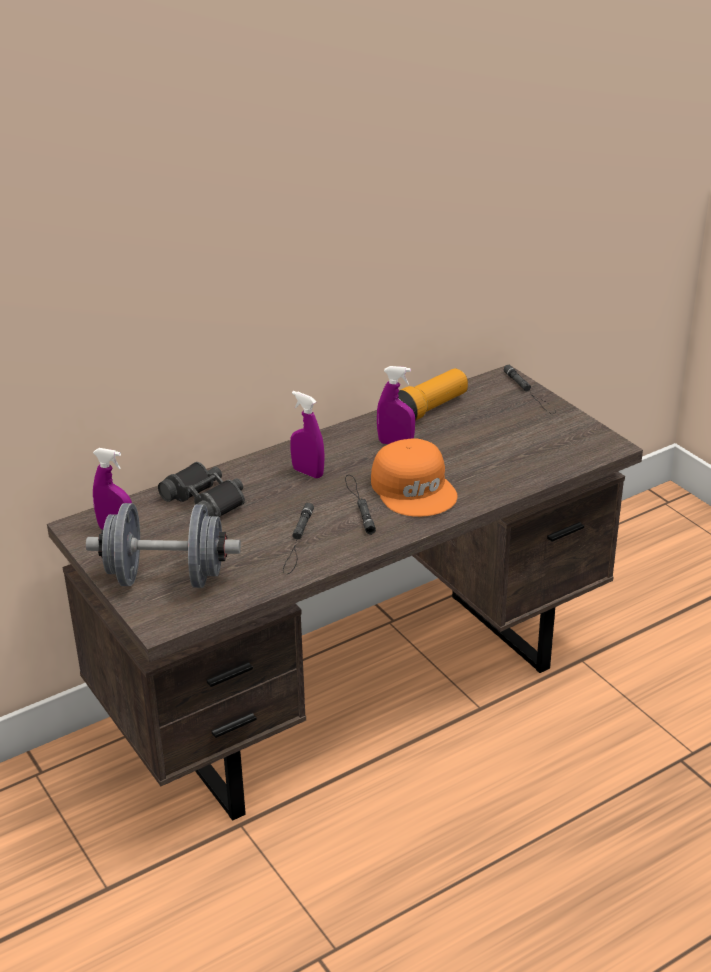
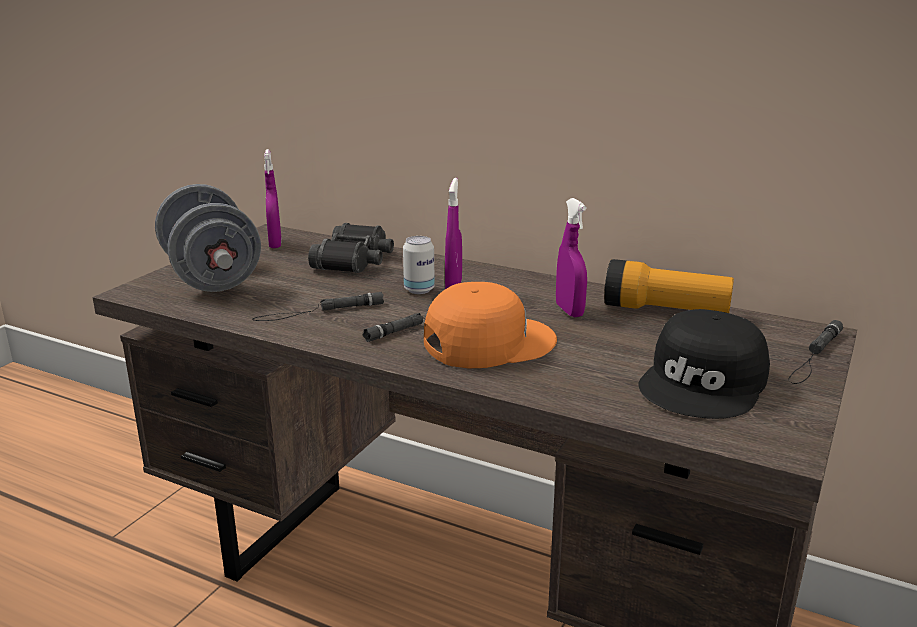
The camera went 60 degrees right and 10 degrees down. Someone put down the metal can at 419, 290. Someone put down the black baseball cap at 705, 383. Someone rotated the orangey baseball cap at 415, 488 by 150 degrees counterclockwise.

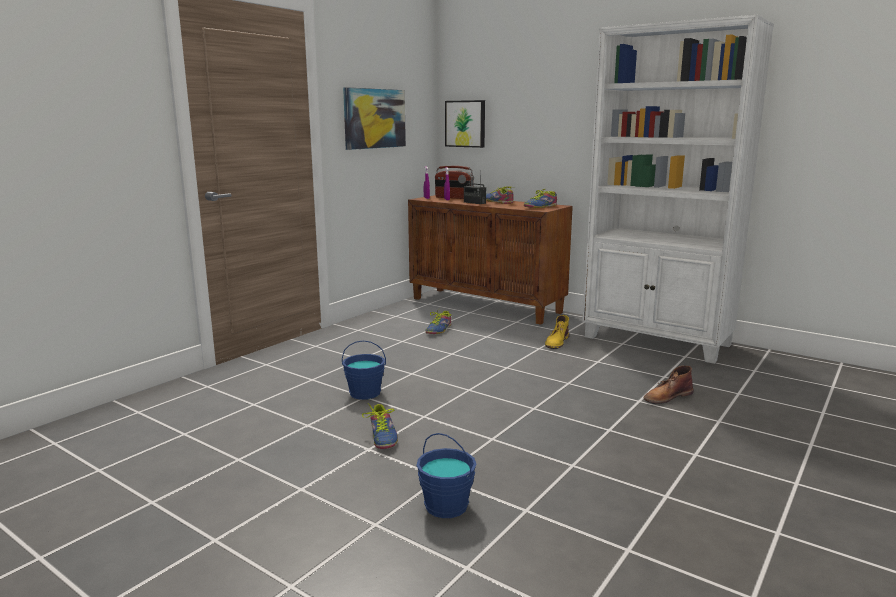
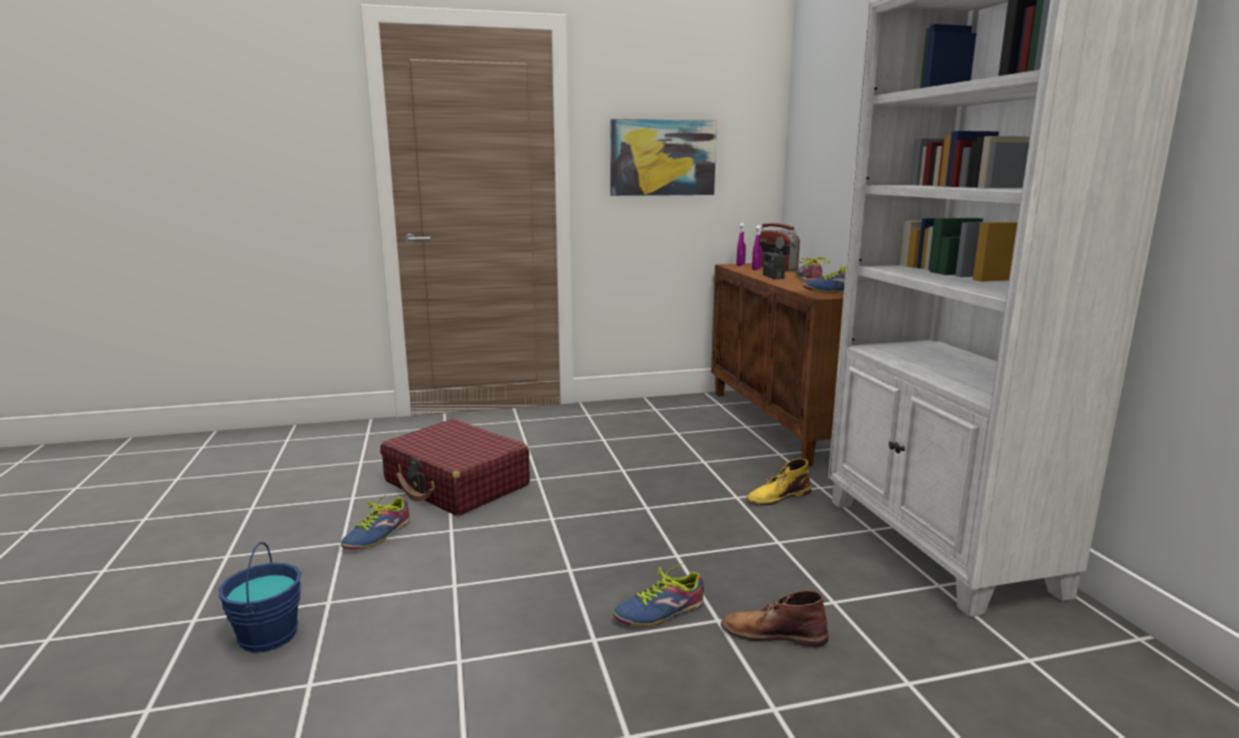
The camera went 40 degrees right and 0 degrees up. Someone took away the wall art at 465, 123. Someone carried the shoe from 439, 329 to 660, 612. Someone swapped the blue-coloured pail at 365, 393 for the reddish suitcase at 456, 484.

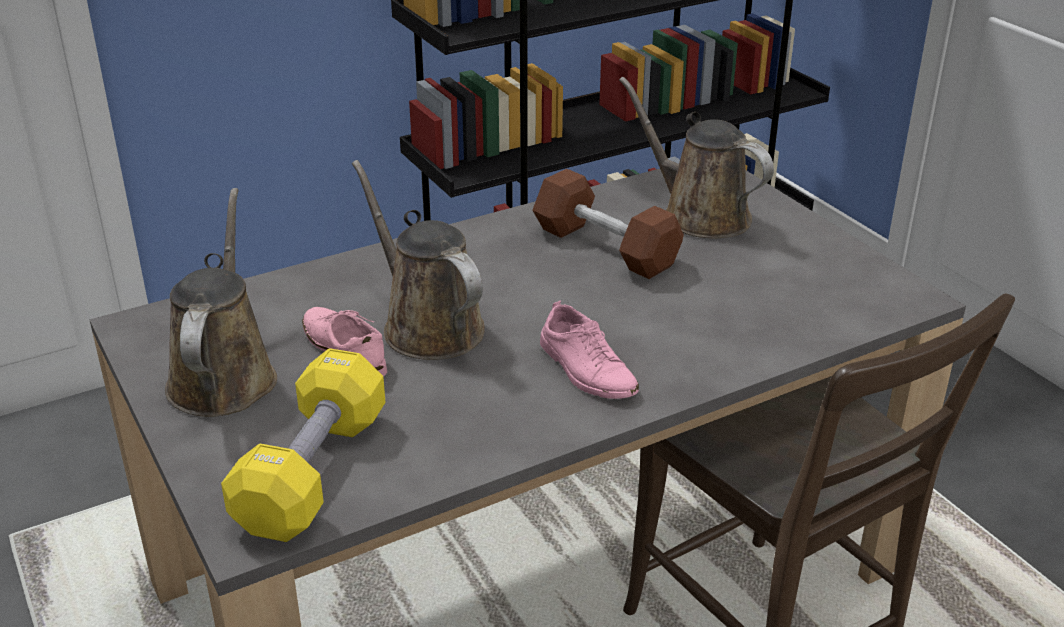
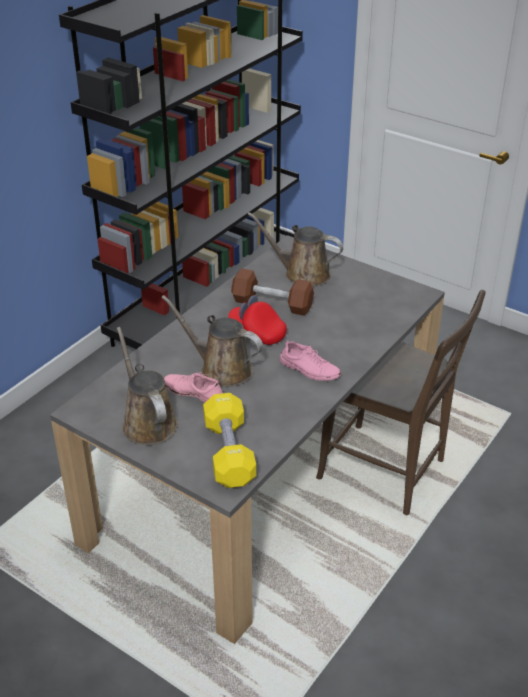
The camera went 25 degrees left and 5 degrees up. Someone put down the reddish baseball cap at 257, 332.

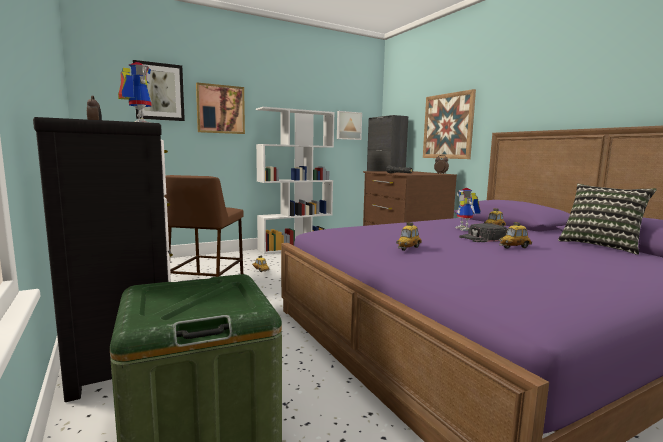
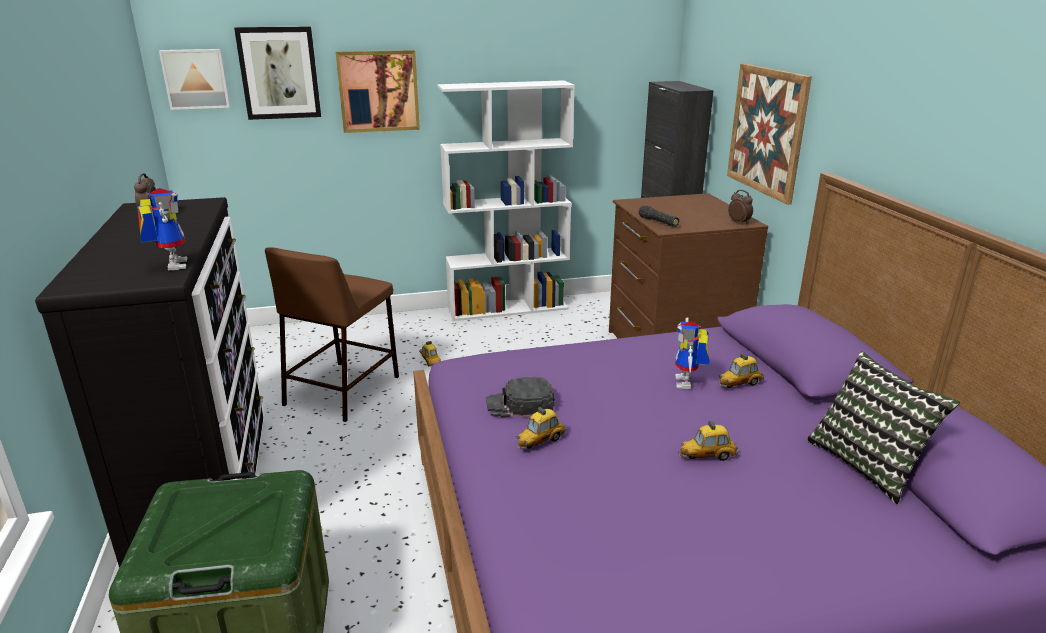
The camera went 15 degrees right and 15 degrees up. Someone carried the wall art from 348, 125 to 196, 79. Someone carried the black baseball cap from 483, 238 to 520, 404.

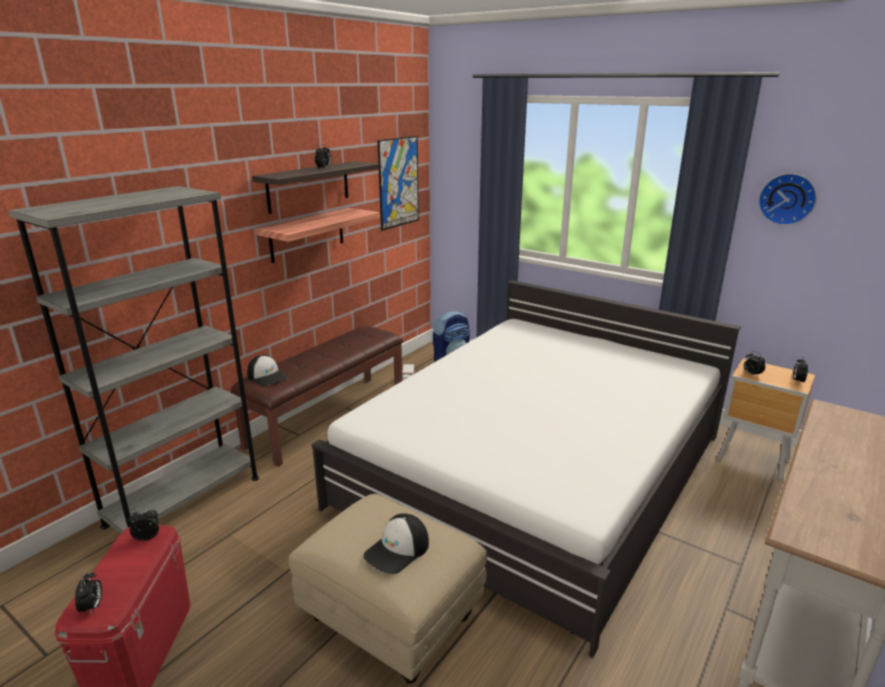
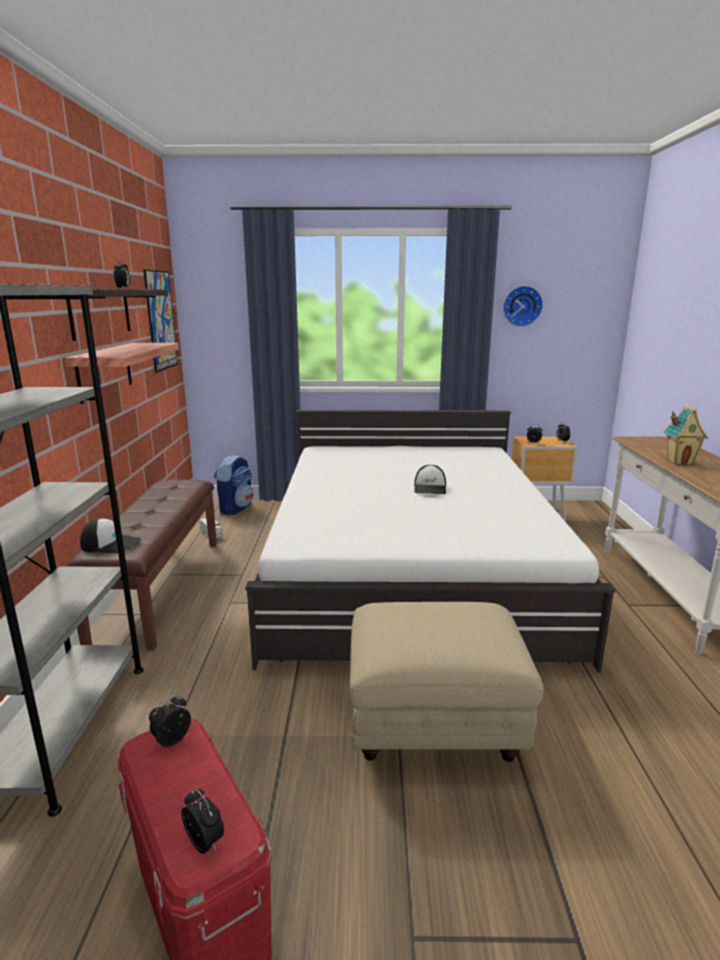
The camera went 35 degrees left and 5 degrees down. Someone put down the miniature house at 680, 461. Someone carried the baseball cap from 397, 550 to 430, 488.

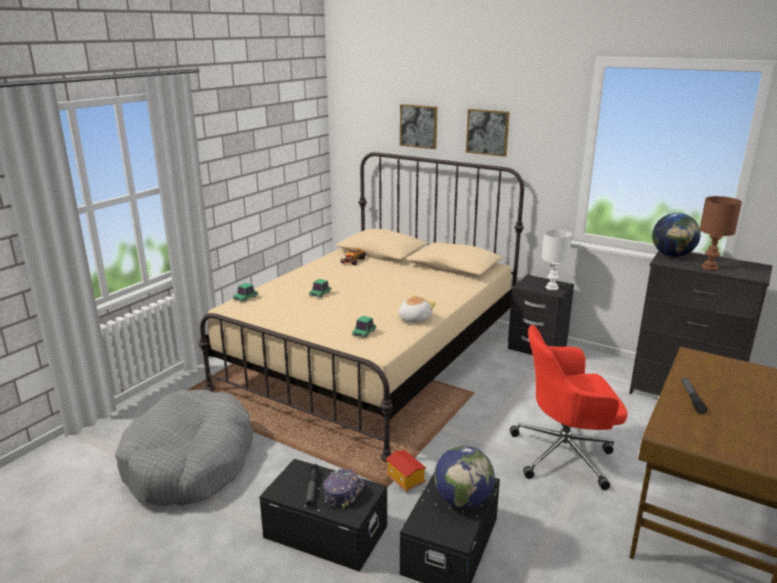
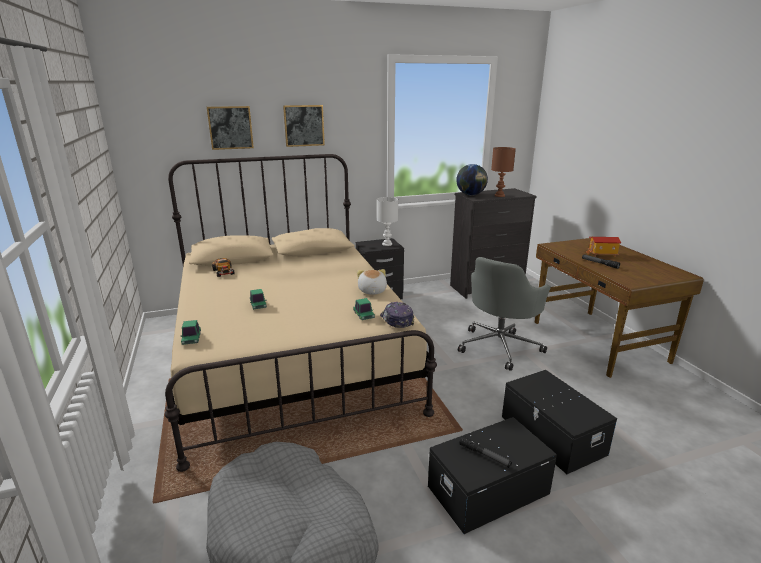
The camera went 50 degrees left and 0 degrees up. Someone took away the globe at 462, 500. Someone carried the baseball cap from 343, 492 to 396, 320. Someone carried the miniature house from 404, 480 to 602, 254. Someone repainted the reddish desk chair at 565, 454, which became the greyish desk chair at 500, 346.

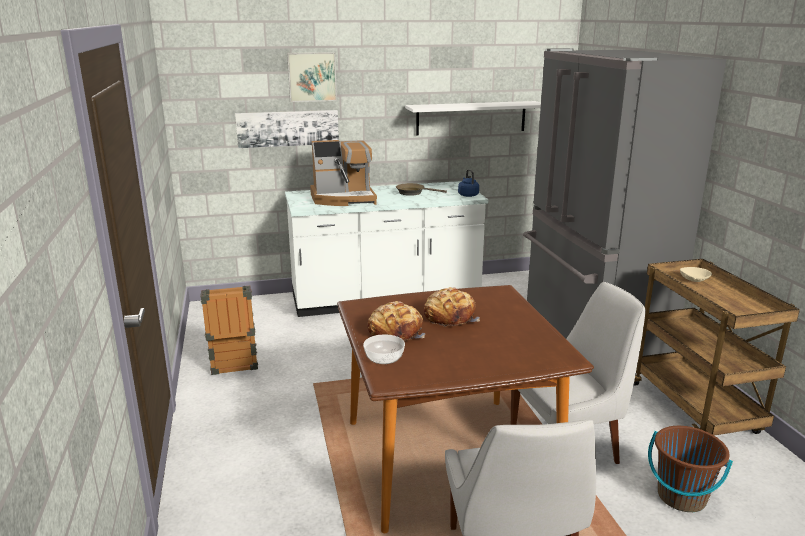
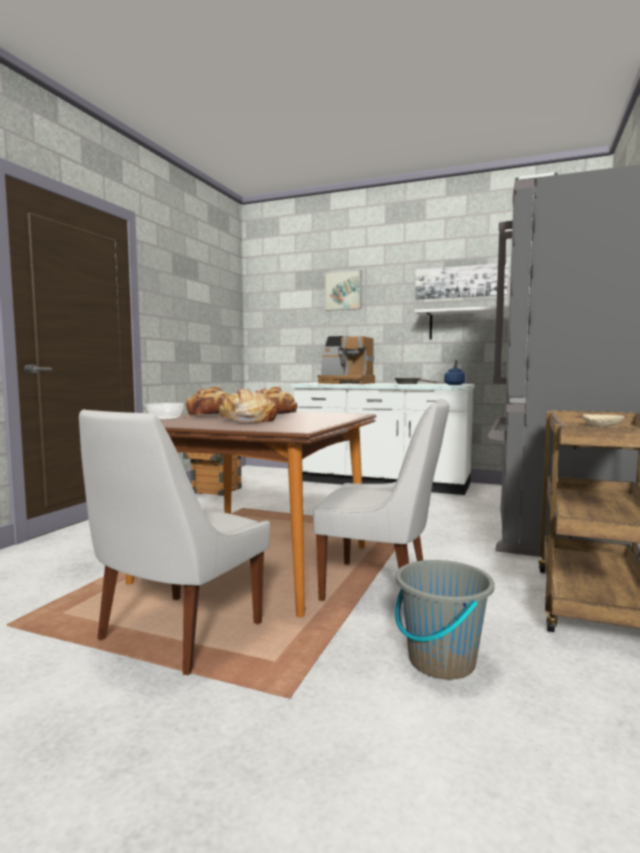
The camera went 35 degrees right and 15 degrees down. Someone put down the bakery bread at 247, 420. Someone carried the wall art from 287, 128 to 460, 282. Someone repainted the brown pail at 681, 497, which became the greyish pail at 441, 661.

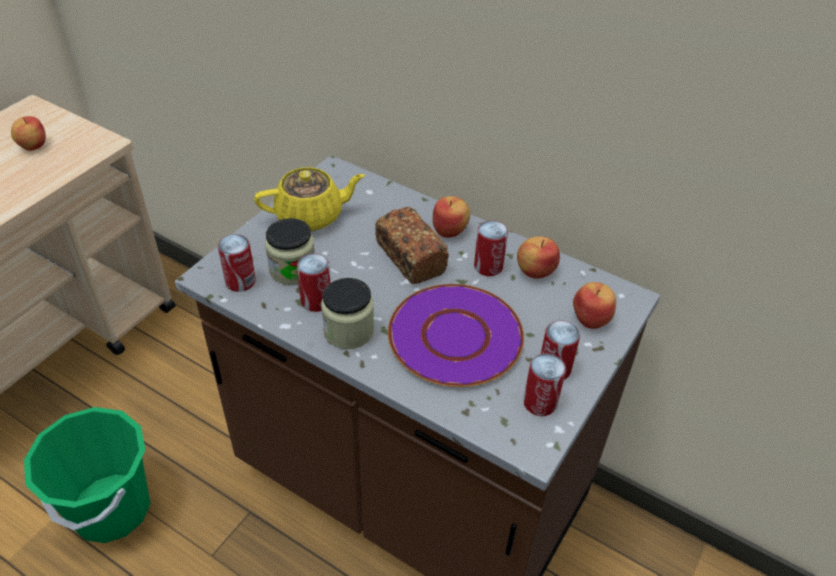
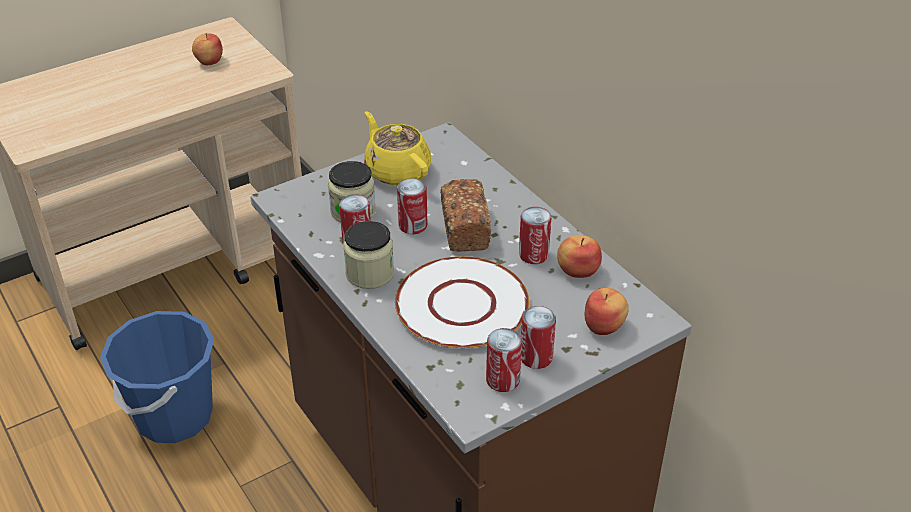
The camera went 25 degrees right and 5 degrees down. Someone took away the apple at 450, 230. Someone carried the metal can from 240, 281 to 413, 226. Someone repainted the green pail at 111, 508, which became the blue-coloured pail at 174, 416. Someone repainted the purple flat dish at 456, 337, which became the white-coloured flat dish at 462, 305. Someone rotated the yellowish teapot at 311, 216 by 135 degrees counterclockwise.

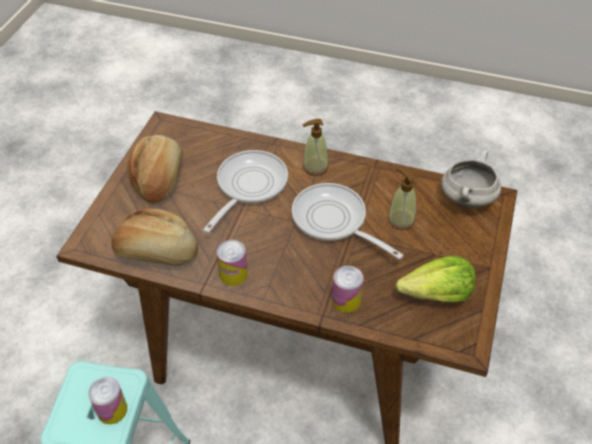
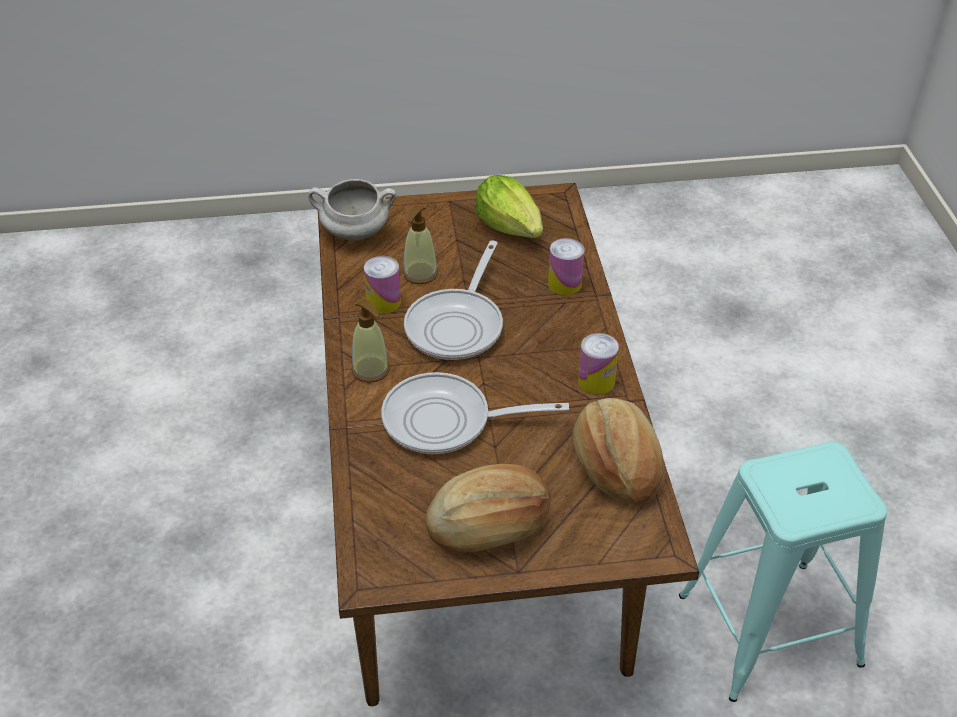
The camera went 115 degrees left and 5 degrees down. Someone carried the metal can from 112, 410 to 383, 302.

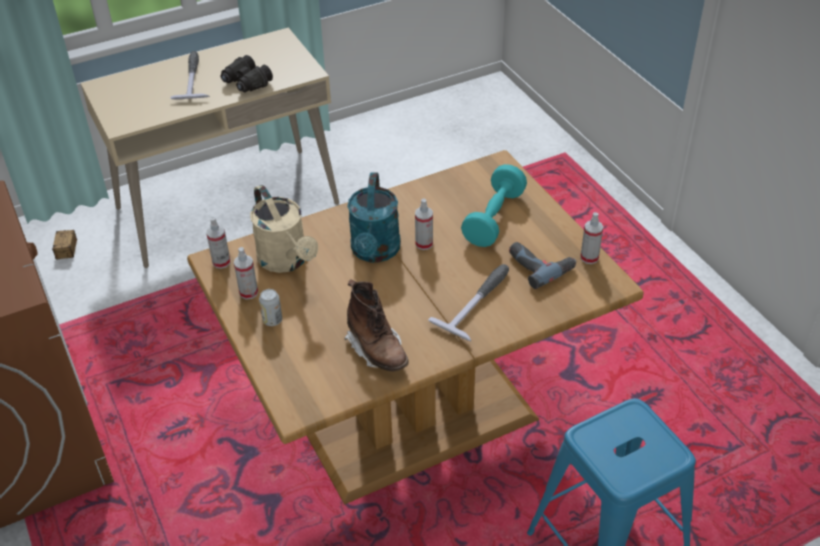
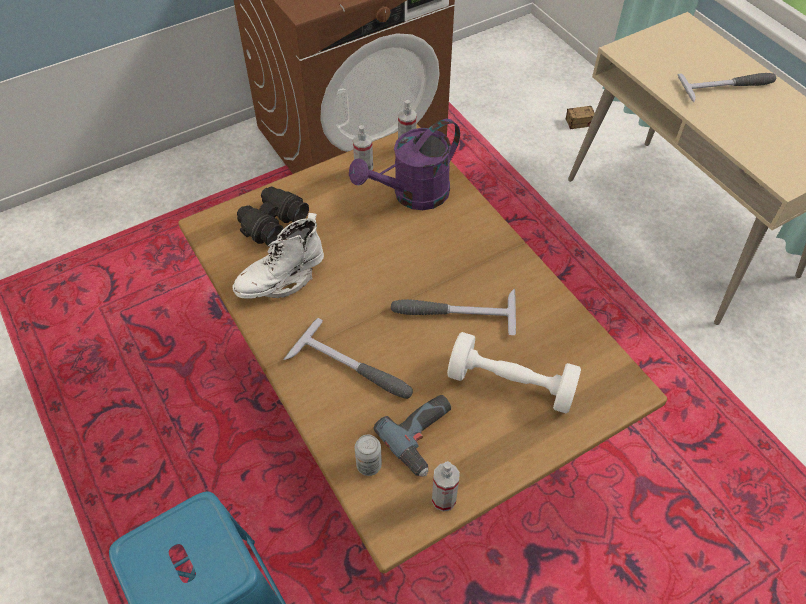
The camera went 85 degrees right and 10 degrees up. Someone took away the blue-green watering can at 375, 252. Someone carried the black pair of binoculars from 246, 83 to 272, 222. Someone carried the metal can from 272, 320 to 369, 465. Someone swapped the sprayer at 424, 244 for the tool hammer at 452, 312. Someone repainted the beige watering can at 287, 261, which became the purple watering can at 412, 195. Someone repainted the brown boot at 377, 350, which became the white-coloured boot at 281, 280. Someone repainted the blue-green free weight at 494, 218, which became the white-coloured free weight at 510, 384.

